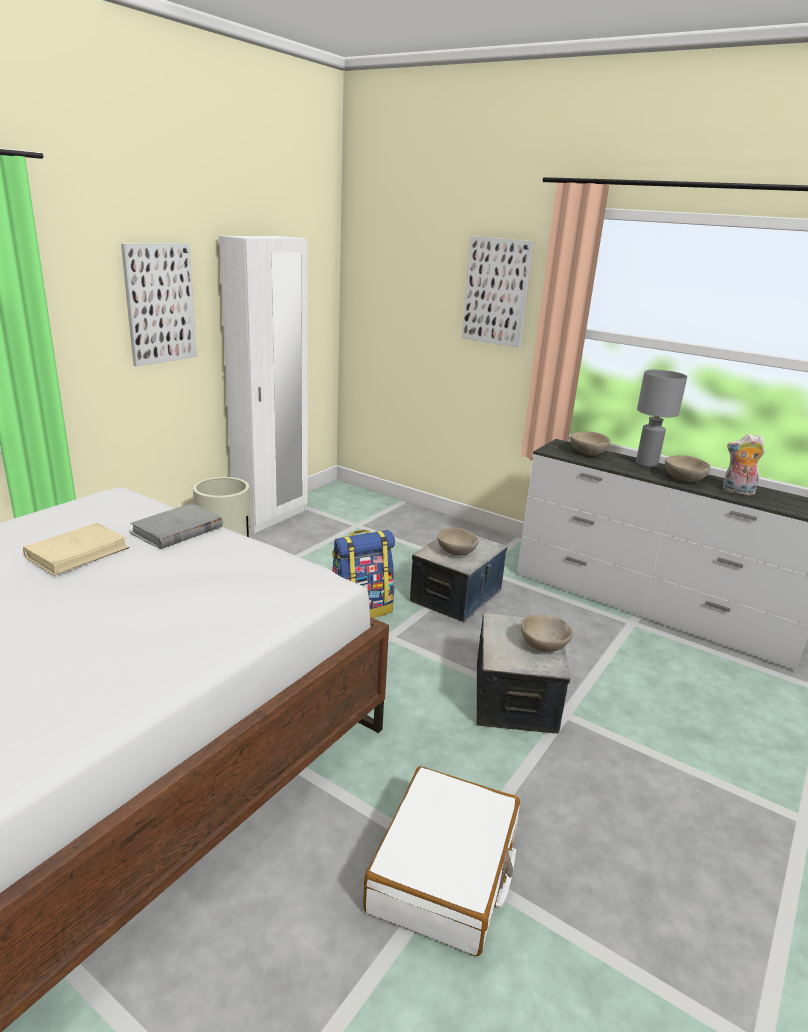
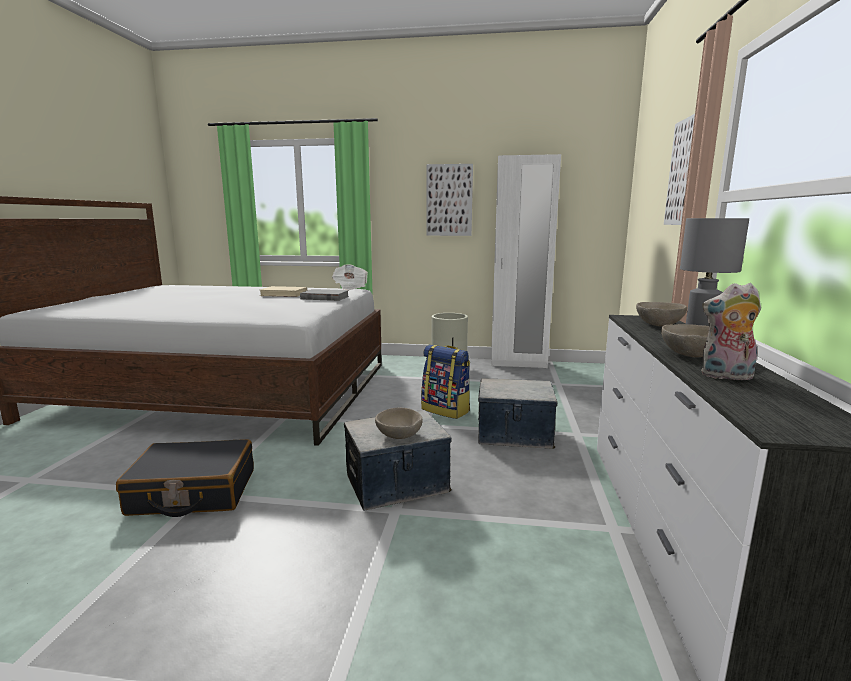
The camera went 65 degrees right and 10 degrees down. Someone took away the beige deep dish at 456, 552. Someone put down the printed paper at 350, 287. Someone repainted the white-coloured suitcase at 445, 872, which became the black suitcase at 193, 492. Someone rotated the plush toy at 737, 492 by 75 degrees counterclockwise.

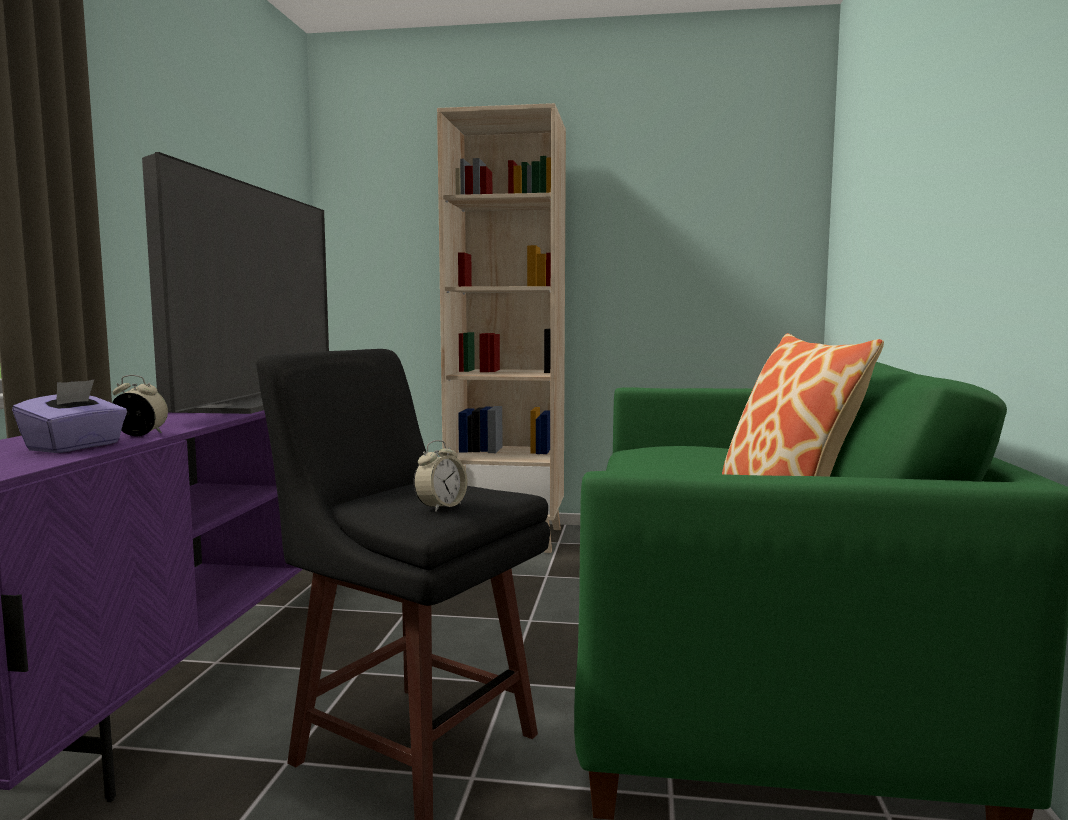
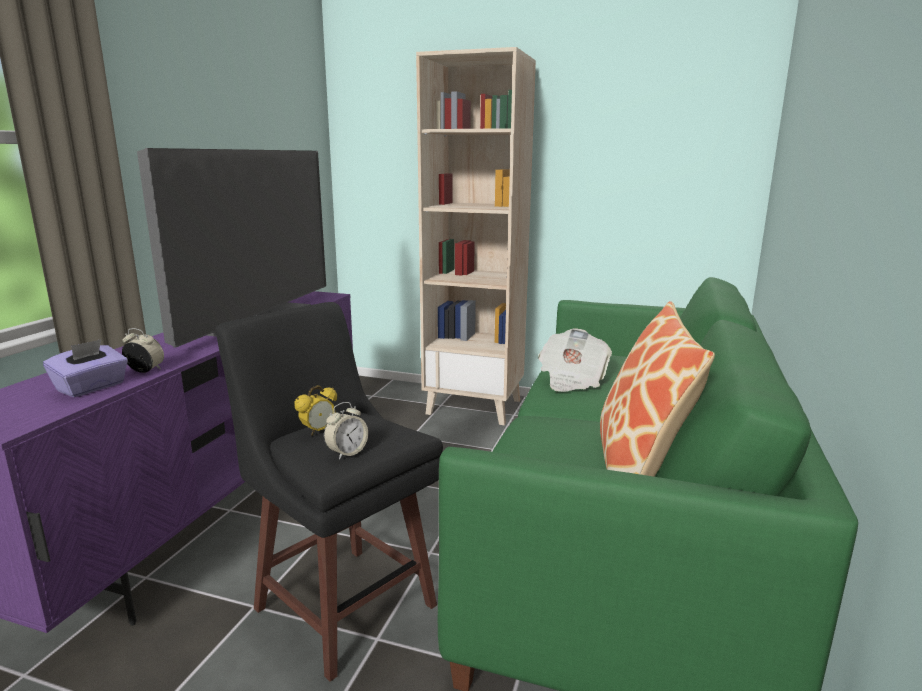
The camera went 10 degrees right and 10 degrees up. Someone put down the table clock at 318, 431. Someone put down the printed paper at 572, 379.

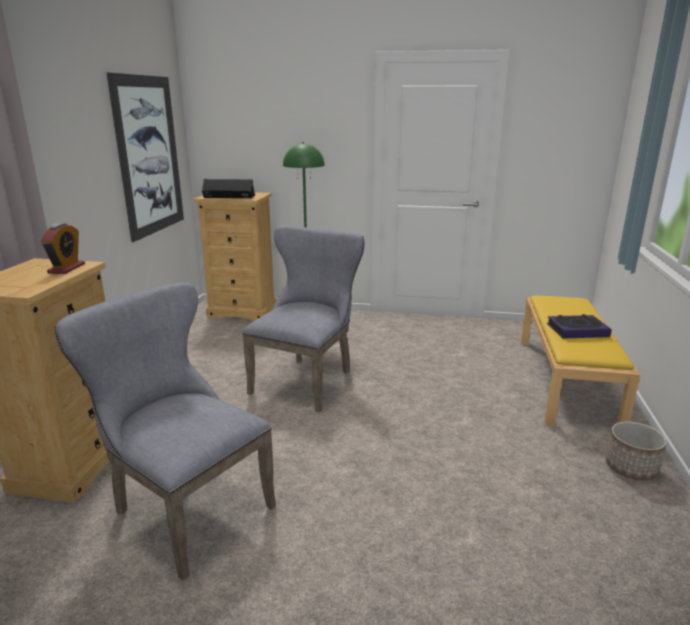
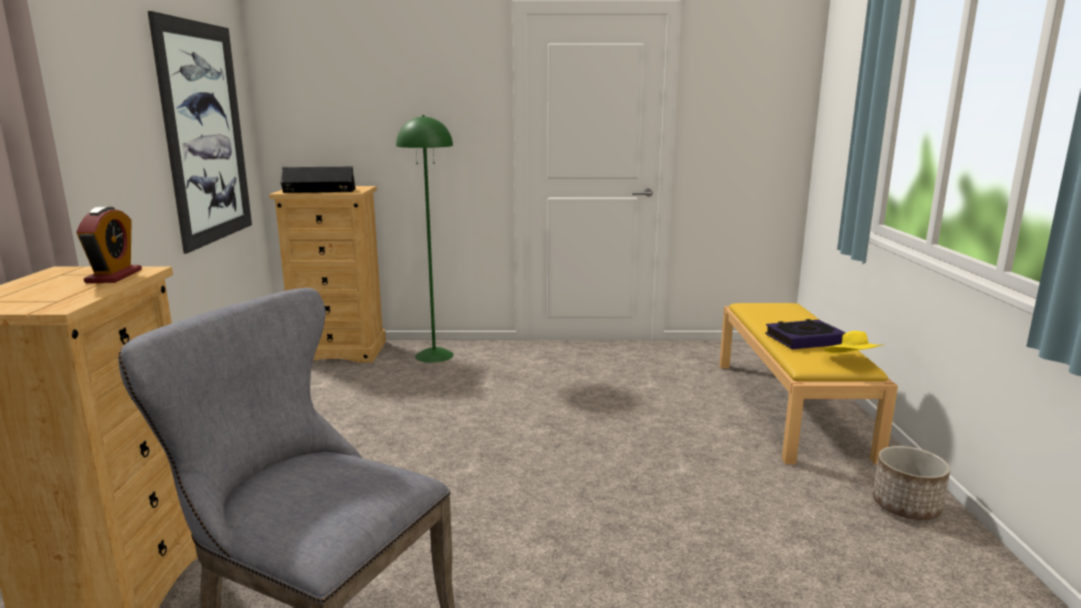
The camera went 10 degrees left and 5 degrees down. Someone took away the greyish plain chair at 307, 379. Someone put down the yellowish wearable hat at 852, 362.

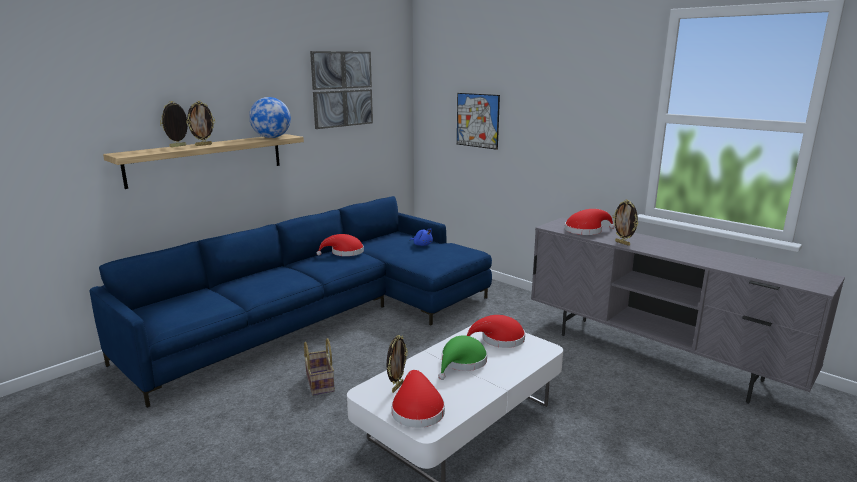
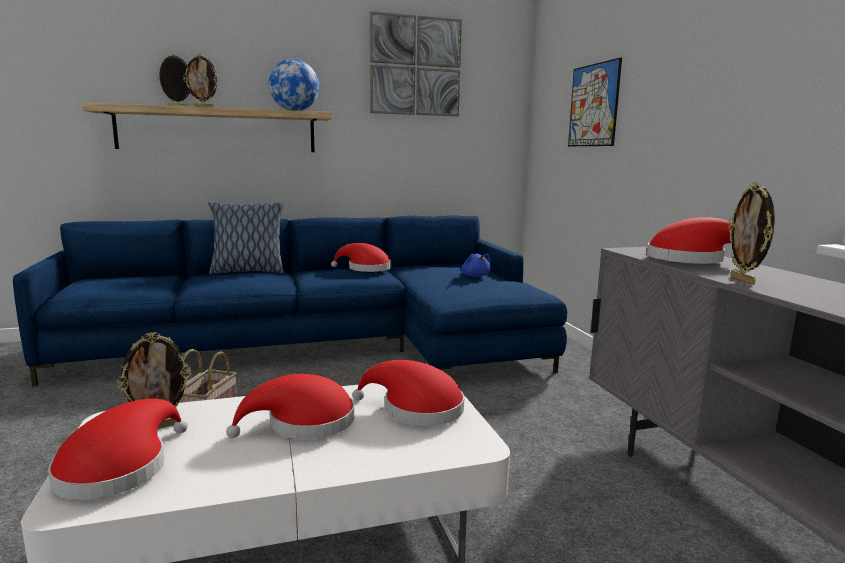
The camera went 30 degrees right and 5 degrees down. Someone put down the throw pillow at 247, 271. Someone repainted the green wearable hat at 462, 362, which became the reddish wearable hat at 304, 423.

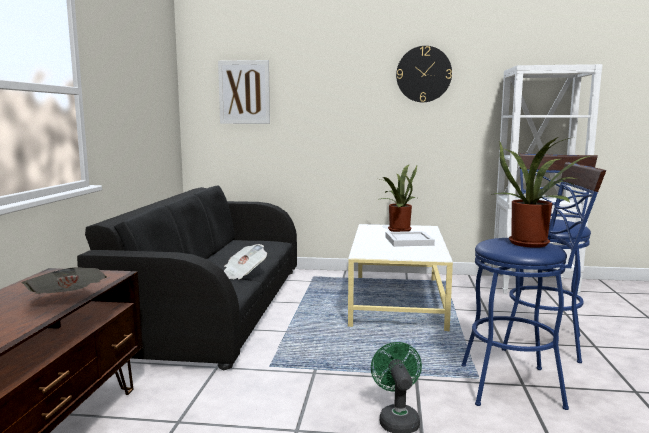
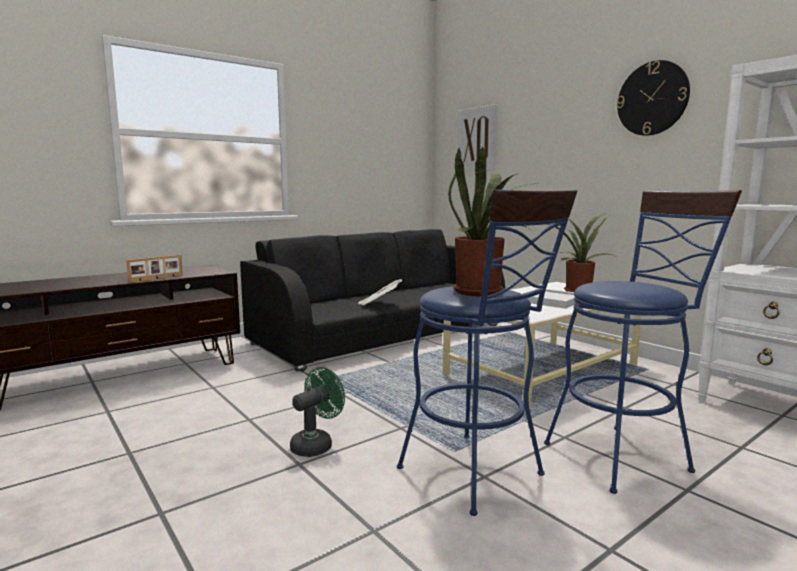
The camera went 45 degrees right and 0 degrees up. Someone swapped the printed paper at 68, 301 for the picture frame at 157, 278.

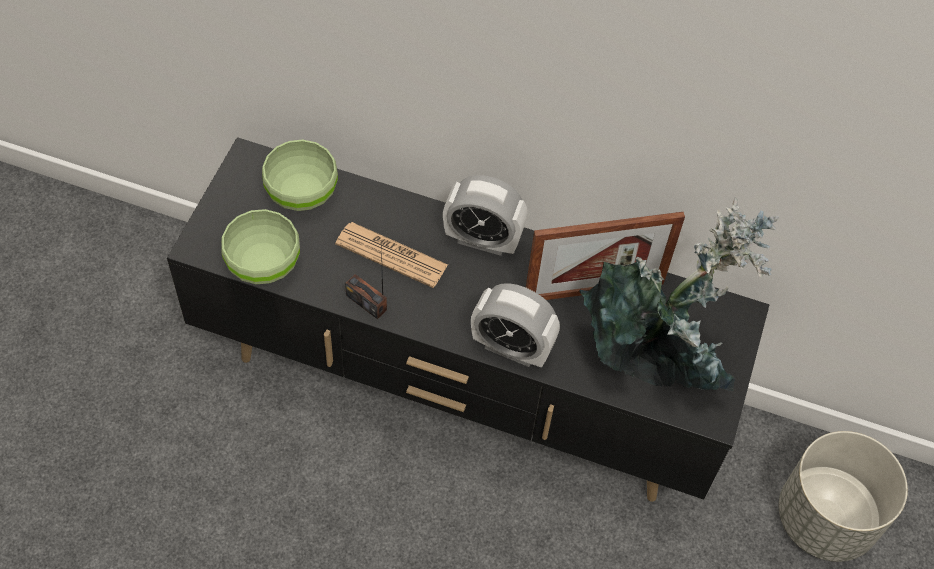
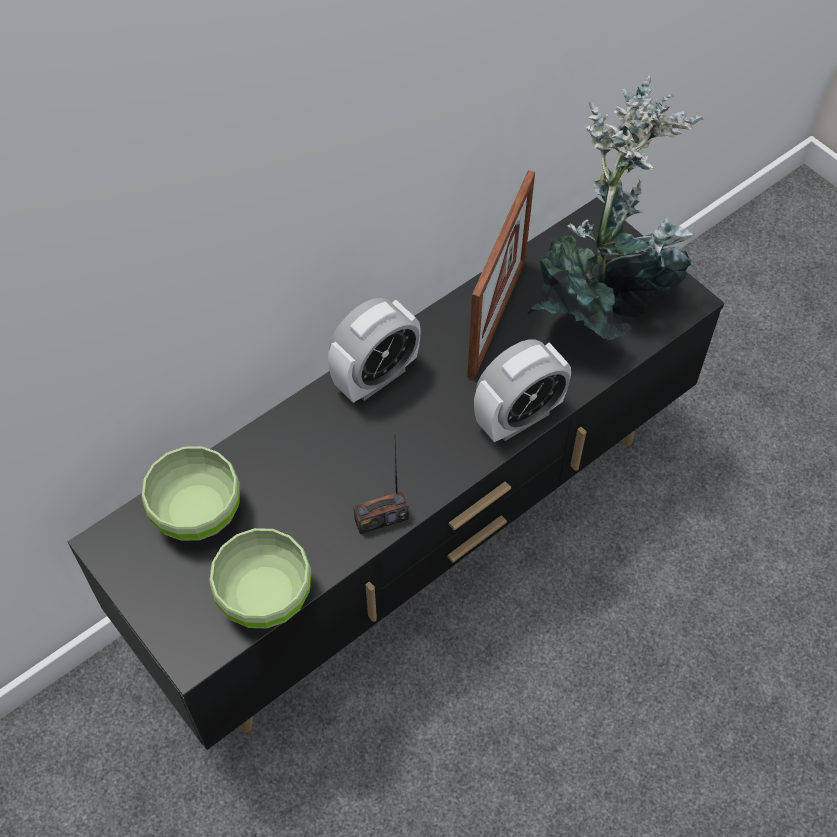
The camera went 55 degrees left and 0 degrees up. Someone took away the printed paper at 391, 255. Someone took away the greyish planter at 825, 519.

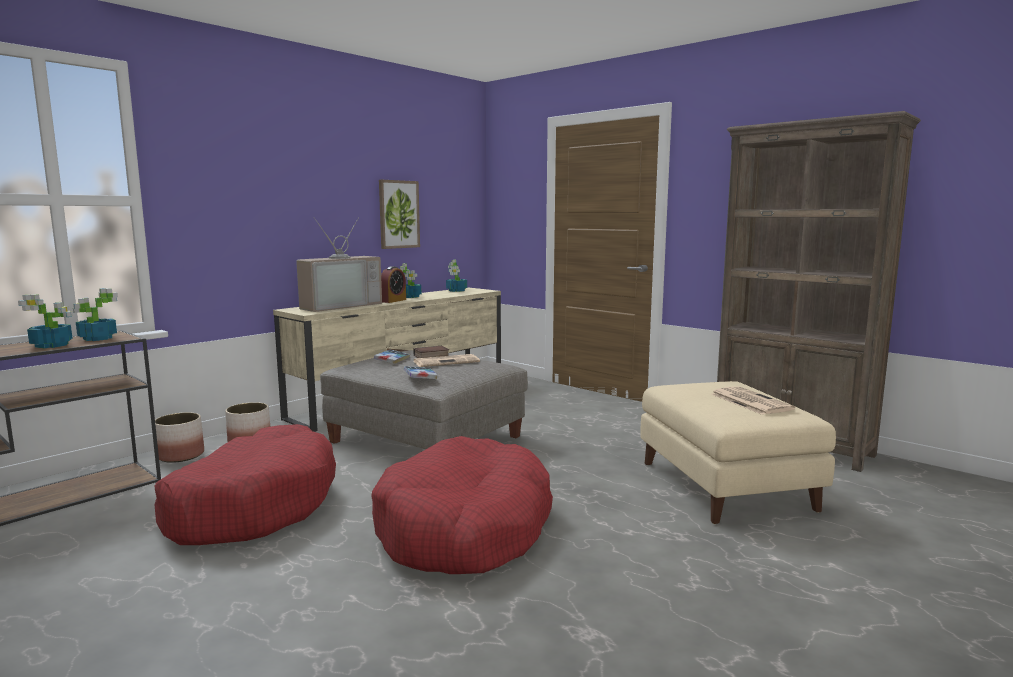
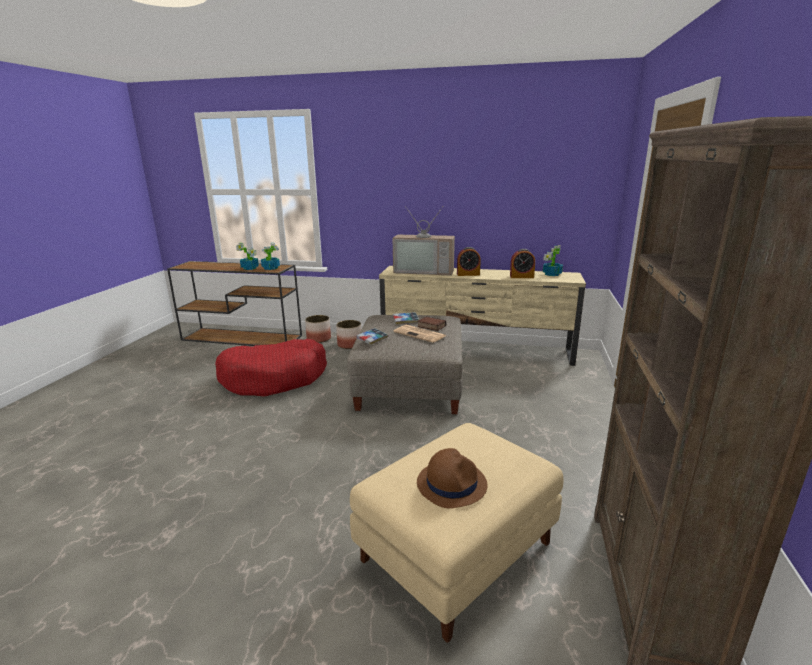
The camera went 60 degrees right and 10 degrees up. Someone took away the reddish pet bed at 464, 528. Someone took away the wall art at 398, 214. Someone took away the potted plant at 410, 297. Someone put down the table clock at 521, 277. Someone swapped the printed paper at 749, 401 for the brown wearable hat at 451, 483.

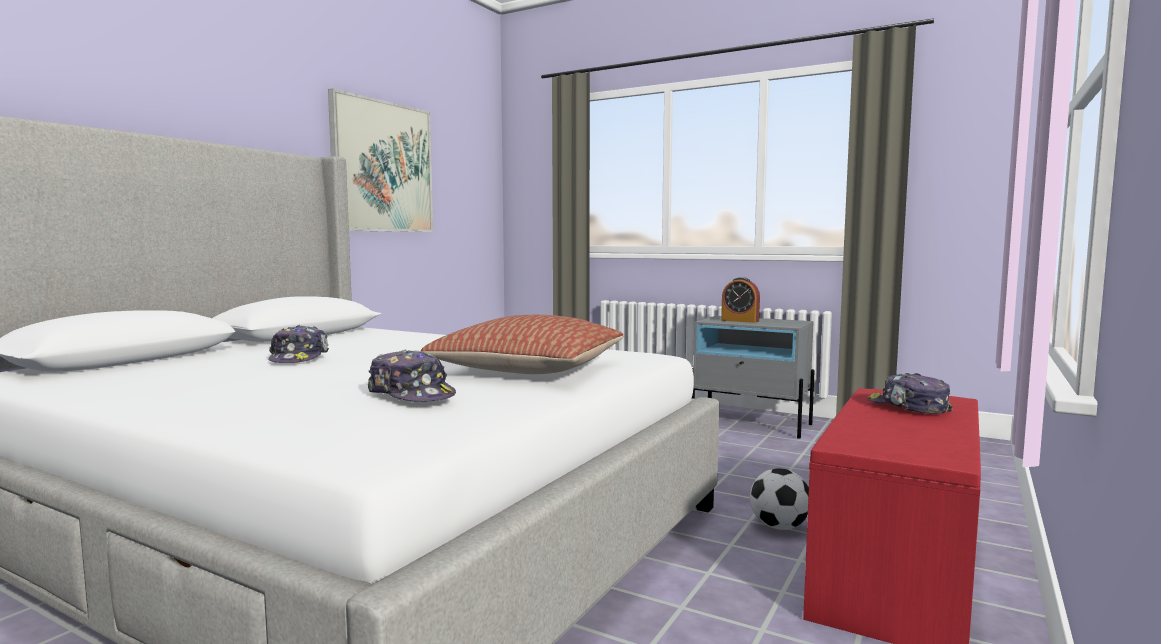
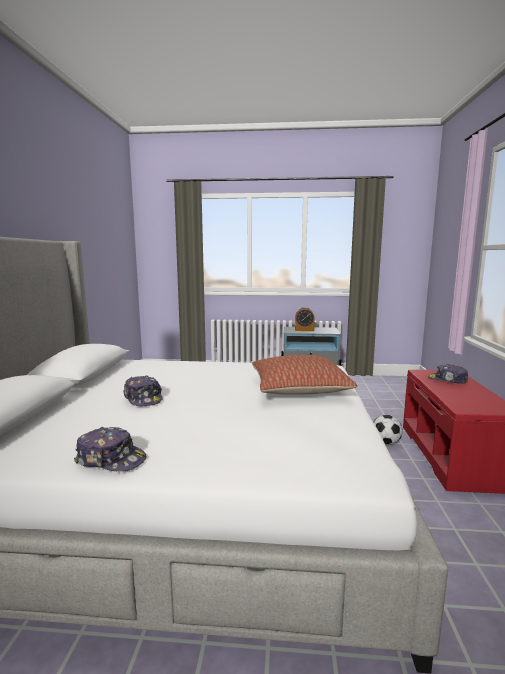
The camera went 25 degrees left and 5 degrees up. Someone took away the wall art at 383, 167. Someone carried the baseball cap from 412, 394 to 111, 459.

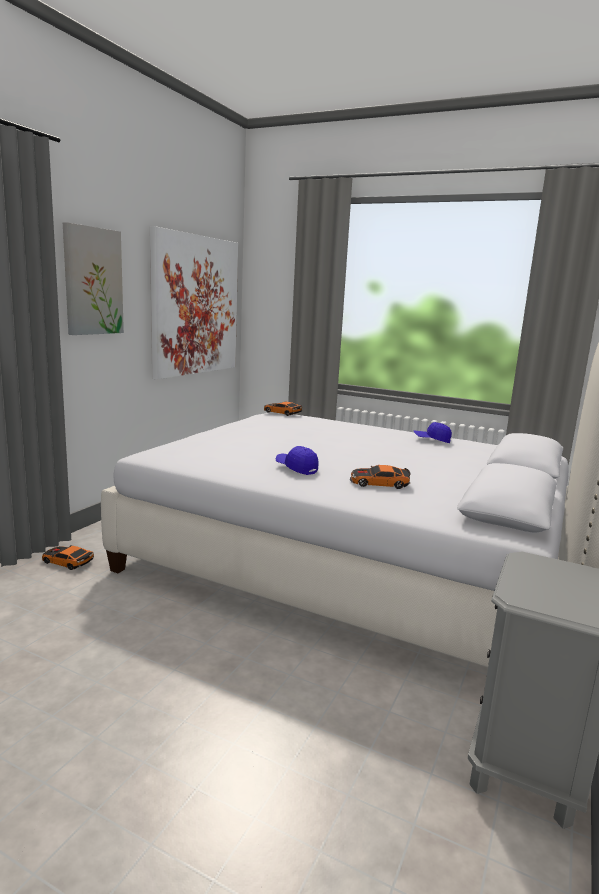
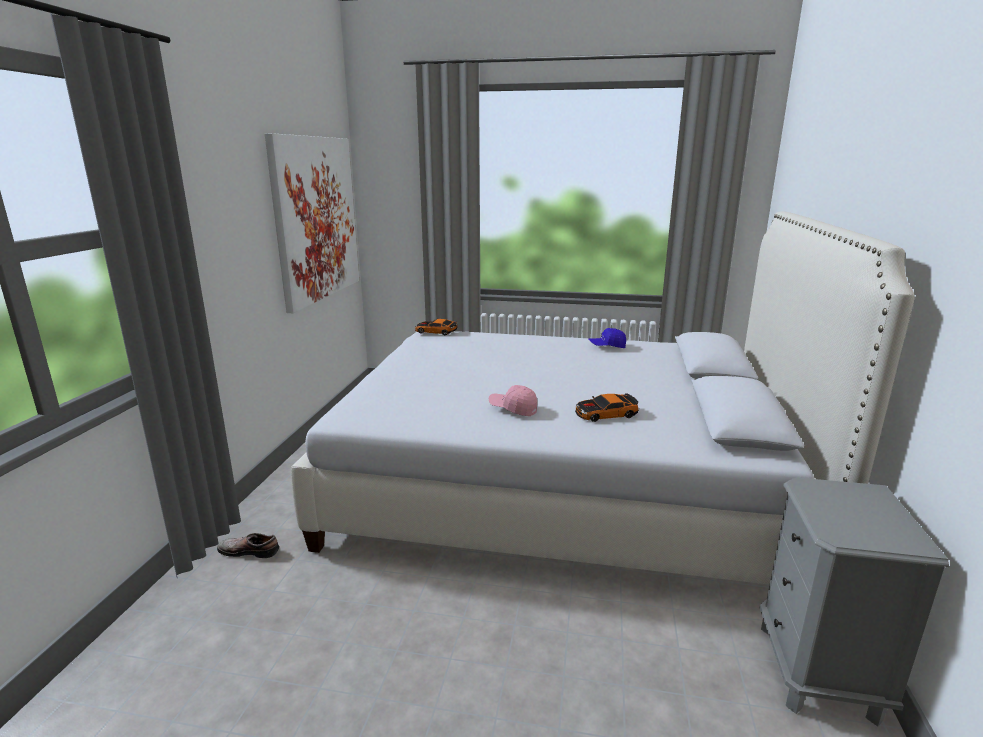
The camera went 15 degrees left and 5 degrees up. Someone took away the wall art at 93, 281. Someone swapped the model car at 67, 561 for the shoe at 250, 550. Someone repainted the blue-coloured baseball cap at 296, 468, which became the pinkish baseball cap at 513, 409.

